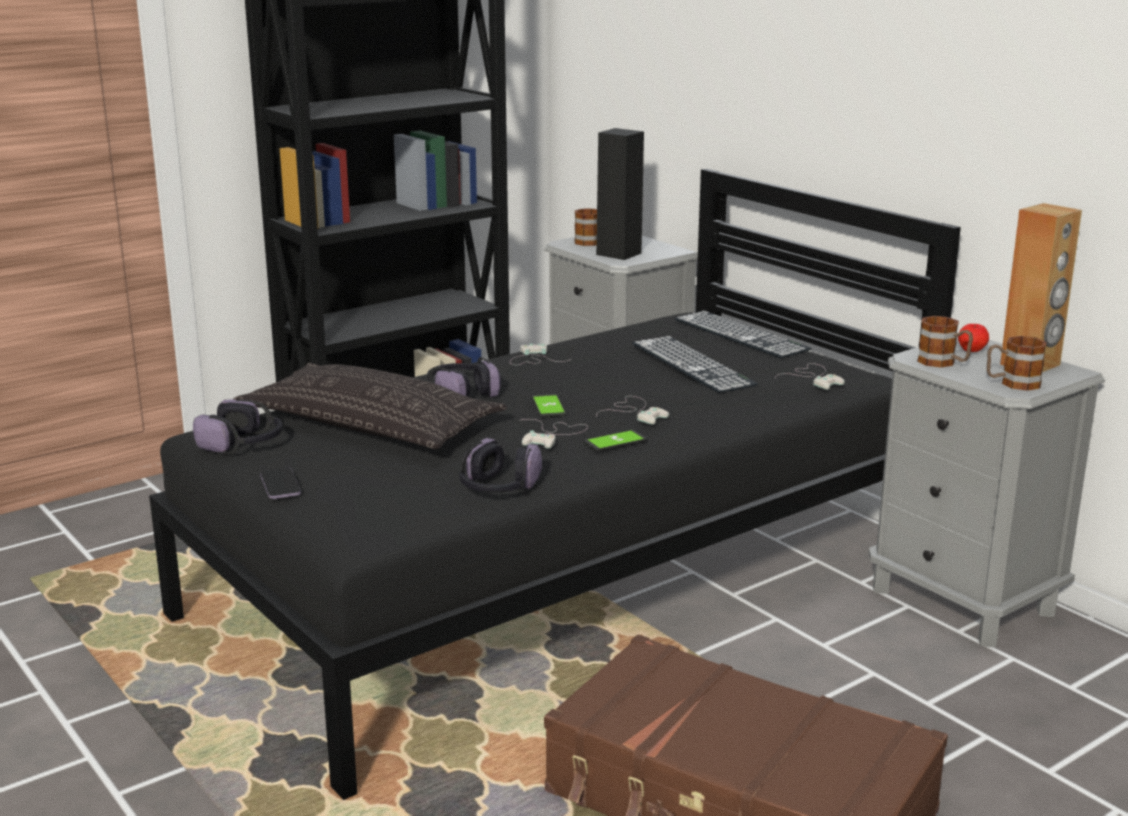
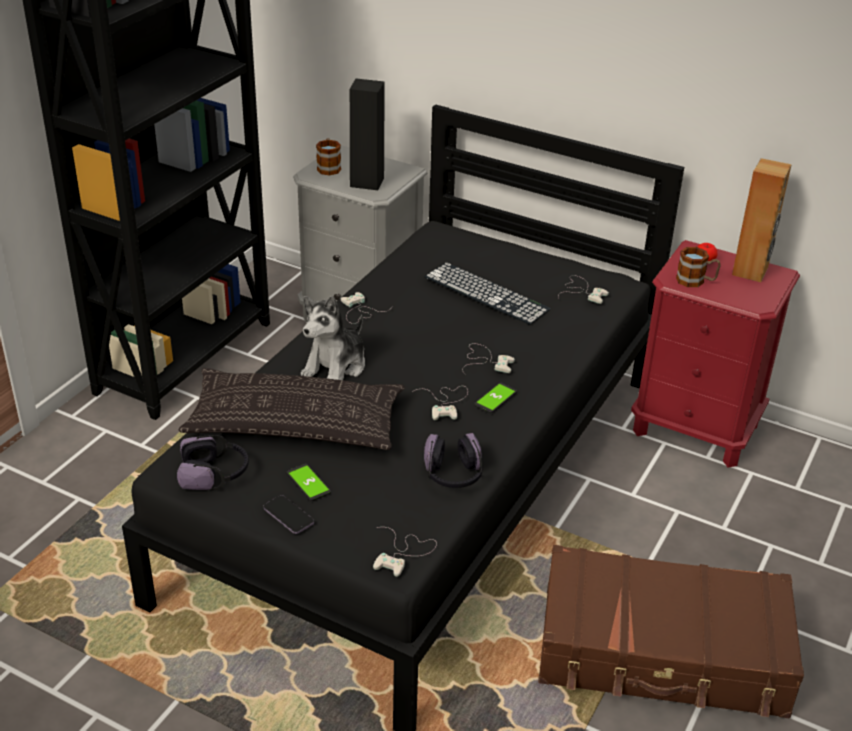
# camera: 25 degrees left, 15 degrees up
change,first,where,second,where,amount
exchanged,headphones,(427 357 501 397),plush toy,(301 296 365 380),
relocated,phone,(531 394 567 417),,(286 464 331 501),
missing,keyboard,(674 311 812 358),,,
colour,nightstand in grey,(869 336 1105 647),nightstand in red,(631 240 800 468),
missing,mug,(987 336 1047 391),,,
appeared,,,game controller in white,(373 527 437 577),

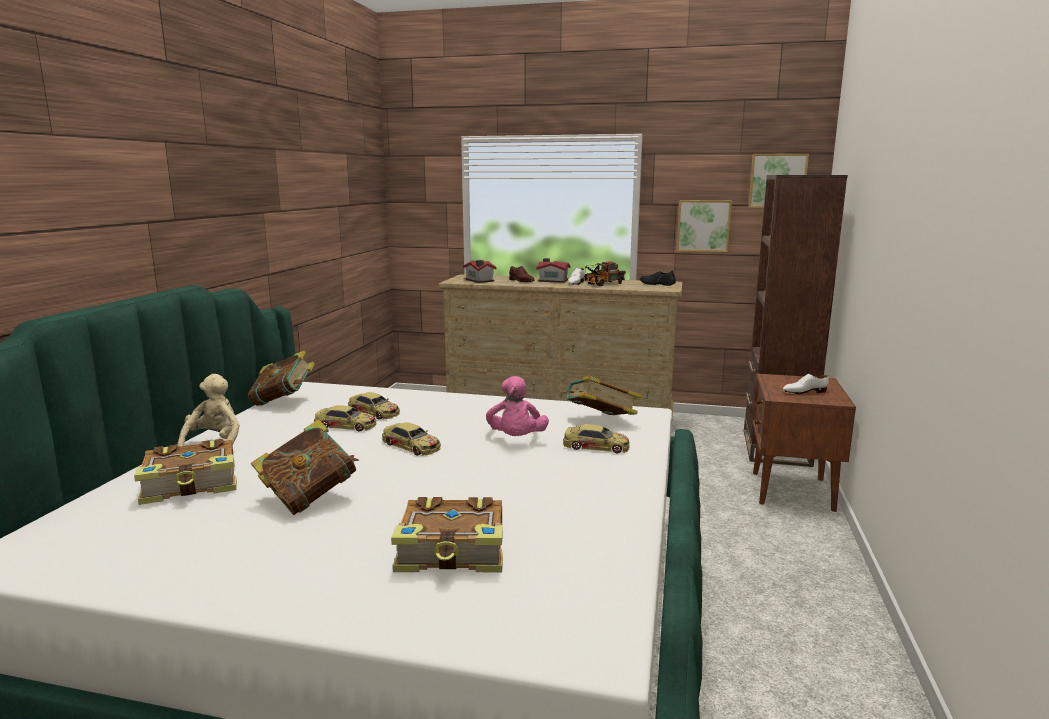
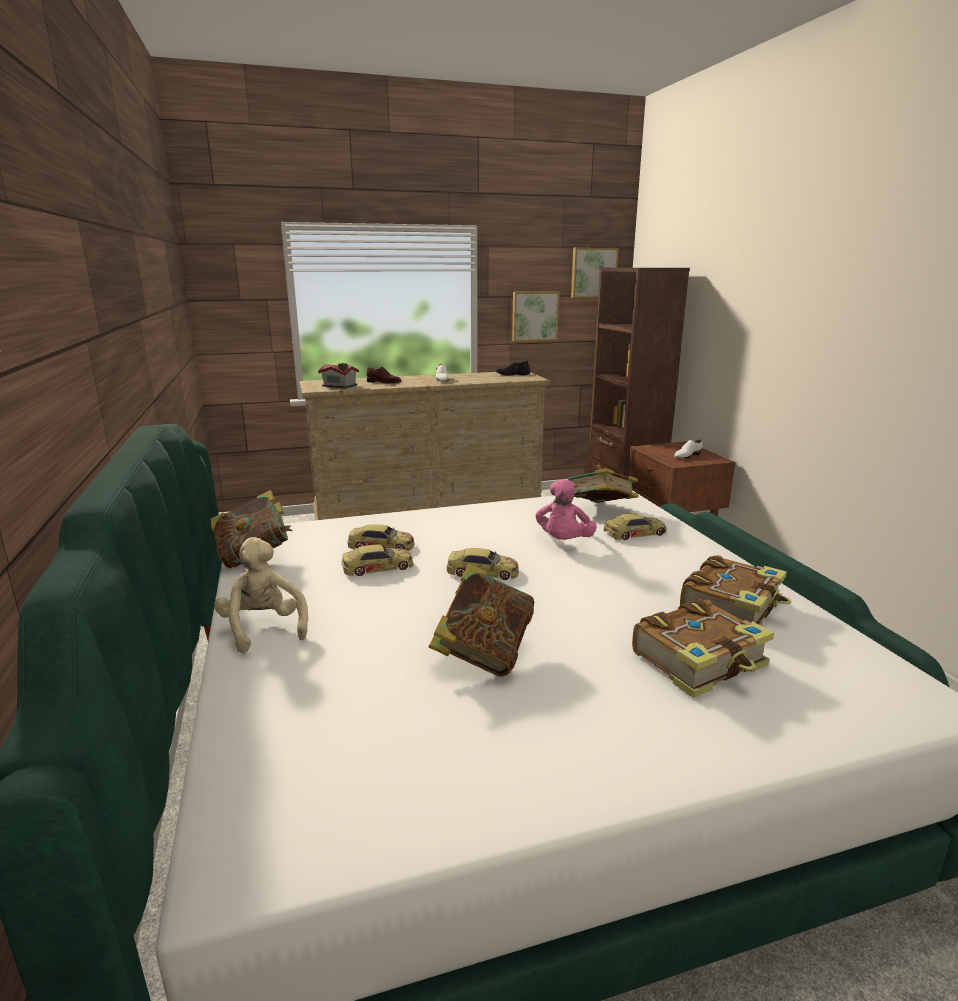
# camera: 30 degrees left, 5 degrees up
change,first,where,second,where,amount
relocated,book,(134 439 237 505),,(680 555 791 626),
spun,plush toy in pink,(486 376 549 436),,(535 479 597 540),45 degrees clockwise
missing,toy house,(536 258 570 283),,,
missing,toy truck,(585 261 626 286),,,

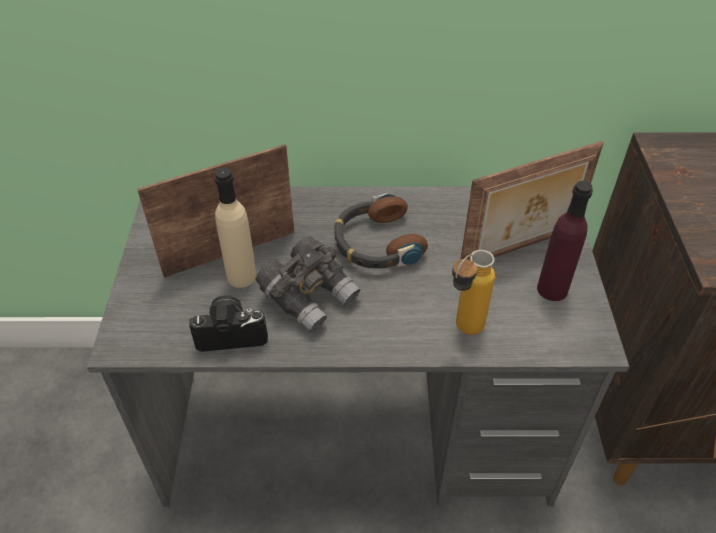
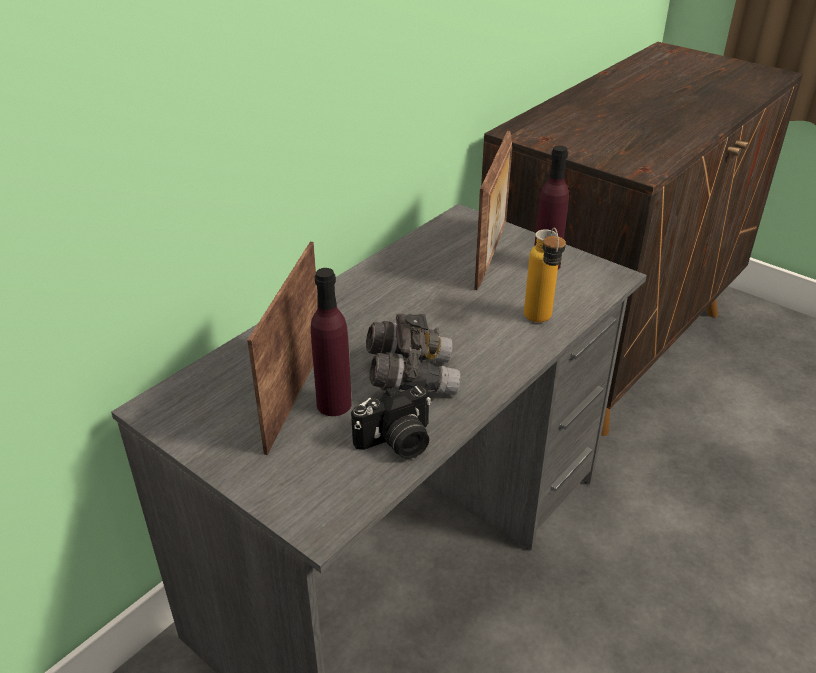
# camera: 50 degrees left, 10 degrees down
change,first,where,second,where,amount
spun,photo camera,(189 295 268 352),,(351 386 431 459),150 degrees counterclockwise
colour,bottle in beige,(214 168 257 288),bottle in purple,(311 268 352 416),
missing,headphones,(334 193 428 269),,,

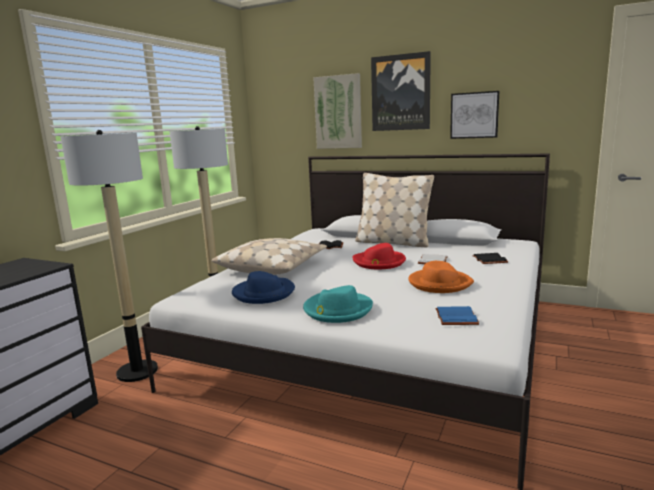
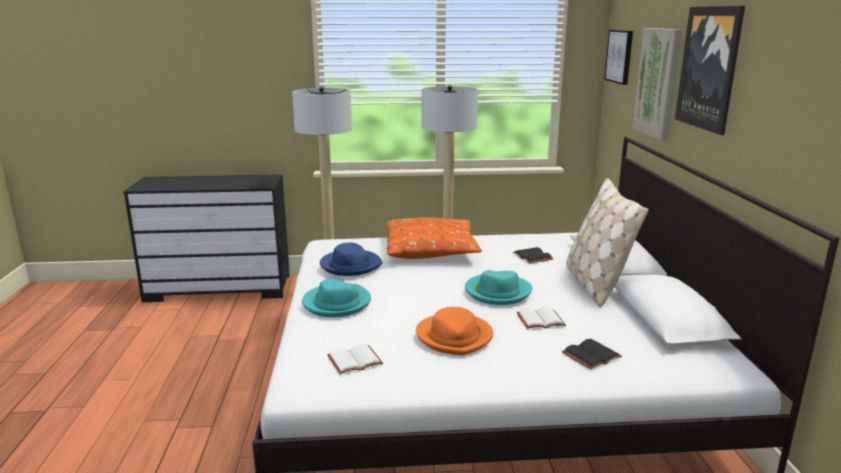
# camera: 60 degrees right, 5 degrees up
change,first,where,second,where,amount
colour,pillow in beige,(211 238 327 275),pillow in orange,(386 217 482 259),
colour,hat in red,(352 243 406 269),hat in turquoise,(465 270 532 305),
colour,book in blue,(435 306 479 325),book in white,(327 344 383 374),
relocated,picture,(450 91 499 139),,(604 30 633 85),

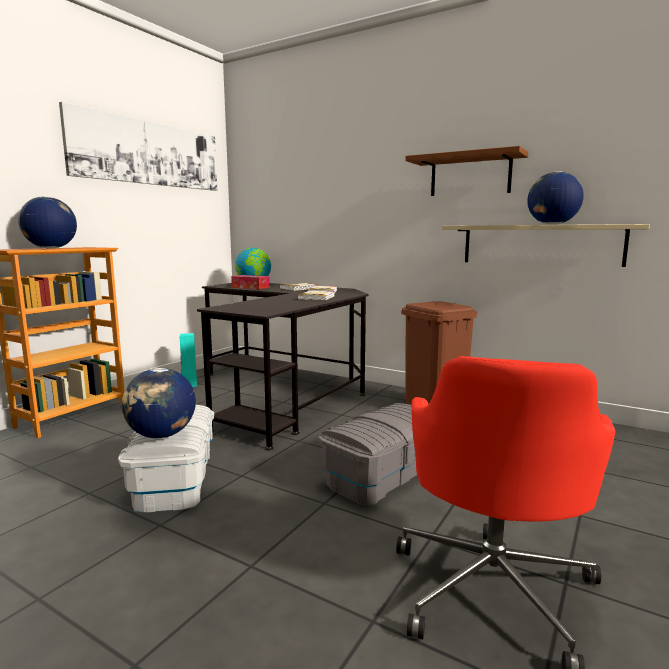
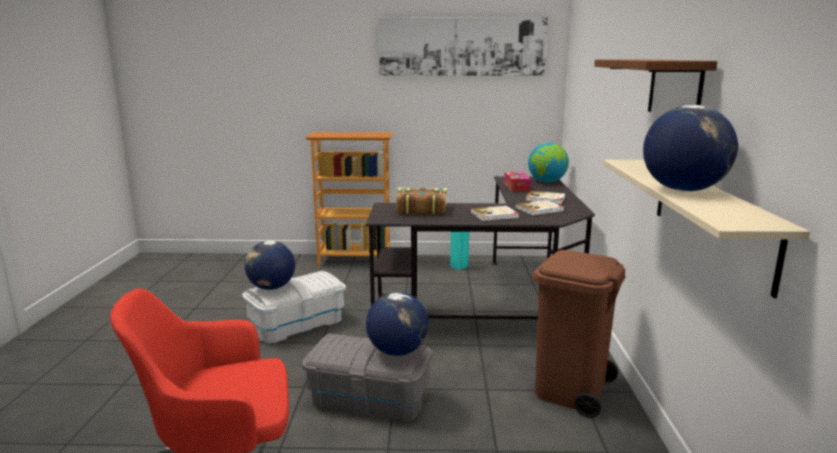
# camera: 60 degrees right, 5 degrees up
change,first,where,second,where,amount
relocated,globe,(18 196 77 249),,(366 292 429 356),
appeared,,,book,(396 187 447 215),

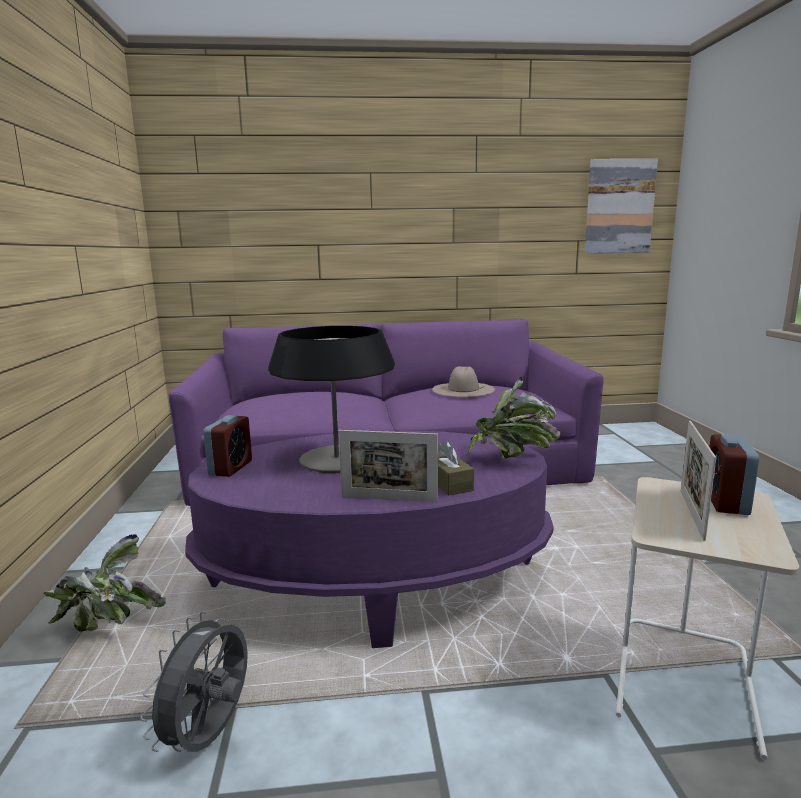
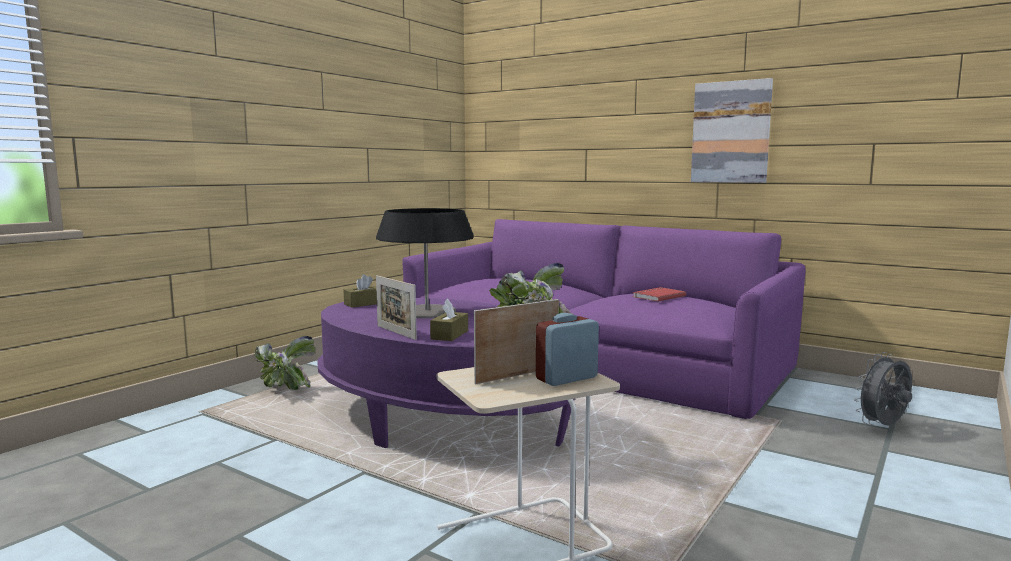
# camera: 40 degrees right, 5 degrees down
change,first,where,second,where,amount
relocated,fan in grey,(140 611 248 752),,(854 352 912 426),
exchanged,alarm clock,(203 415 252 477),tissue box in brown,(344 274 377 308),
exchanged,hat in beige,(433 366 495 397),book in red,(633 287 686 302),
relocated,picture,(585 159 658 254),,(691 78 773 183),

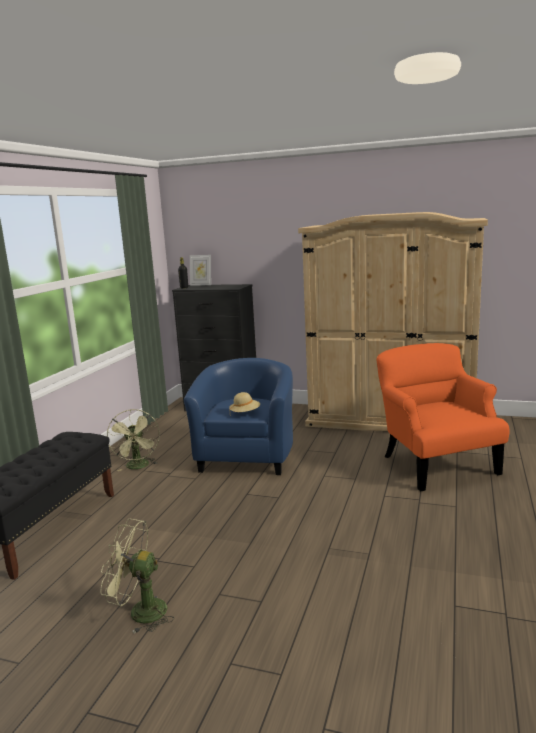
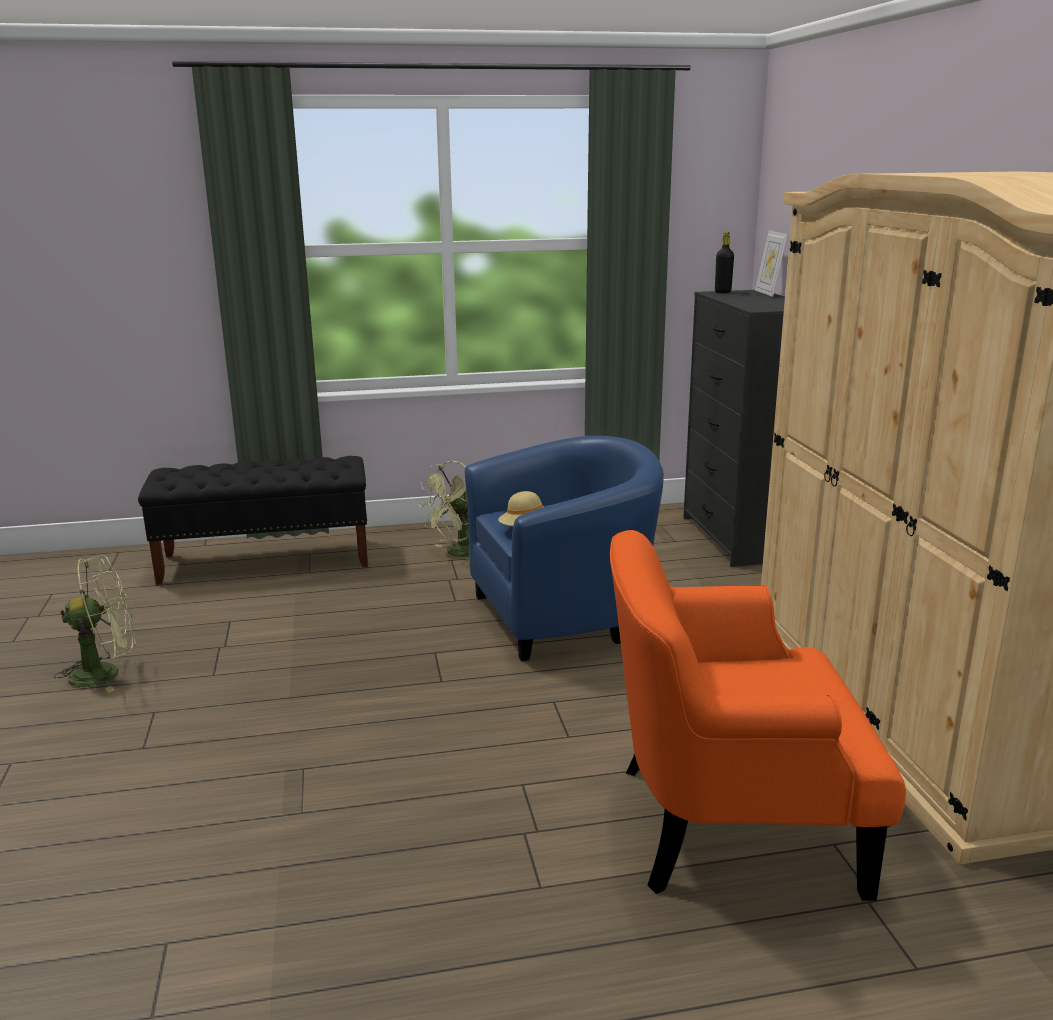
# camera: 60 degrees right, 5 degrees up
change,first,where,second,where,amount
spun,fan in green,(100 519 174 634),,(54 555 136 692),90 degrees clockwise
spun,armchair in orange,(376 343 509 491),,(610 530 906 901),135 degrees counterclockwise

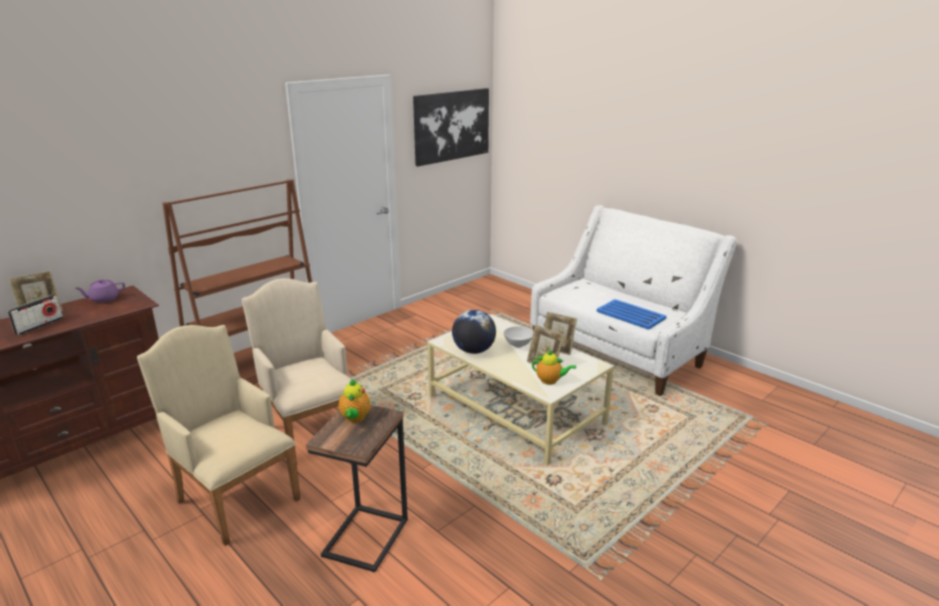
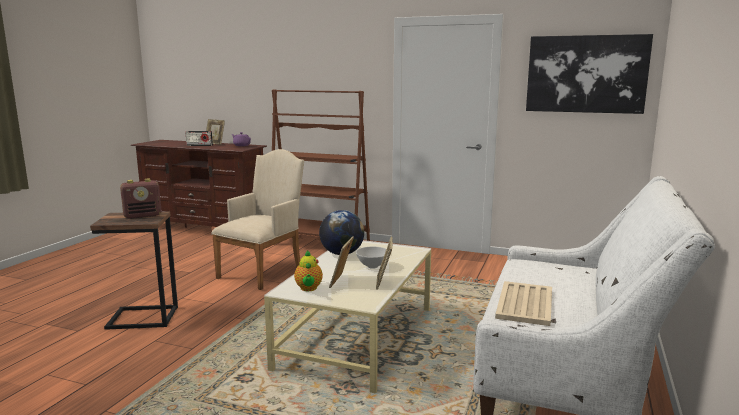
# camera: 65 degrees right, 10 degrees down
change,first,where,second,where,amount
missing,armchair in beige,(137 325 301 546),,,
exchanged,teapot,(339 379 370 423),radio,(120 178 162 219),
colour,tray in blue,(597 299 666 330),tray in beige,(495 281 552 326),

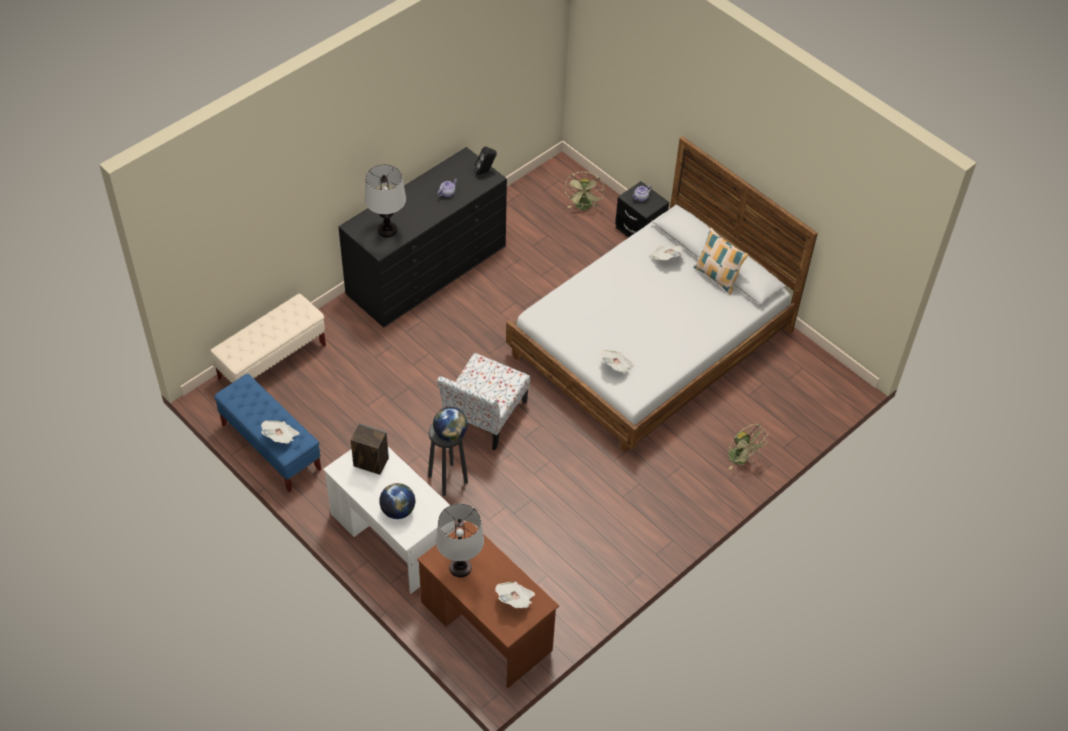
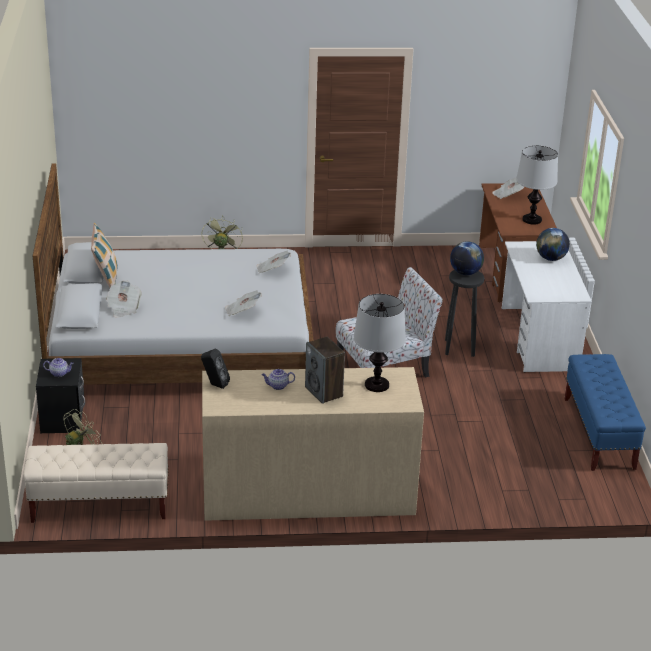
# camera: 140 degrees left, 20 degrees down
change,first,where,second,where,amount
relocated,bench in beige,(210 294 326 383),,(23 443 169 523),
relocated,newspaper,(261 421 300 444),,(225 290 262 316),
colour,dresser in black,(338 147 507 328),dresser in beige,(202 367 424 521),
relocated,speaker,(351 423 389 475),,(305 337 345 404),

